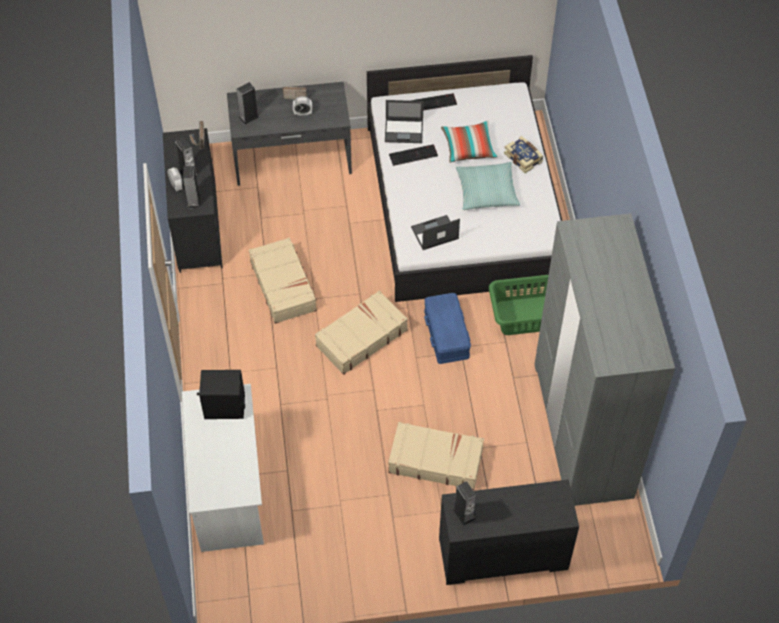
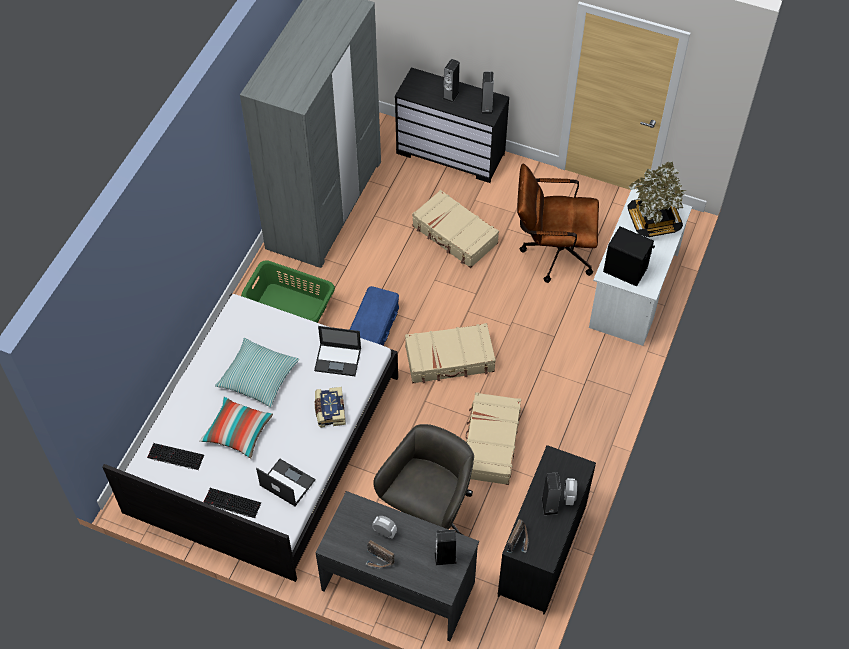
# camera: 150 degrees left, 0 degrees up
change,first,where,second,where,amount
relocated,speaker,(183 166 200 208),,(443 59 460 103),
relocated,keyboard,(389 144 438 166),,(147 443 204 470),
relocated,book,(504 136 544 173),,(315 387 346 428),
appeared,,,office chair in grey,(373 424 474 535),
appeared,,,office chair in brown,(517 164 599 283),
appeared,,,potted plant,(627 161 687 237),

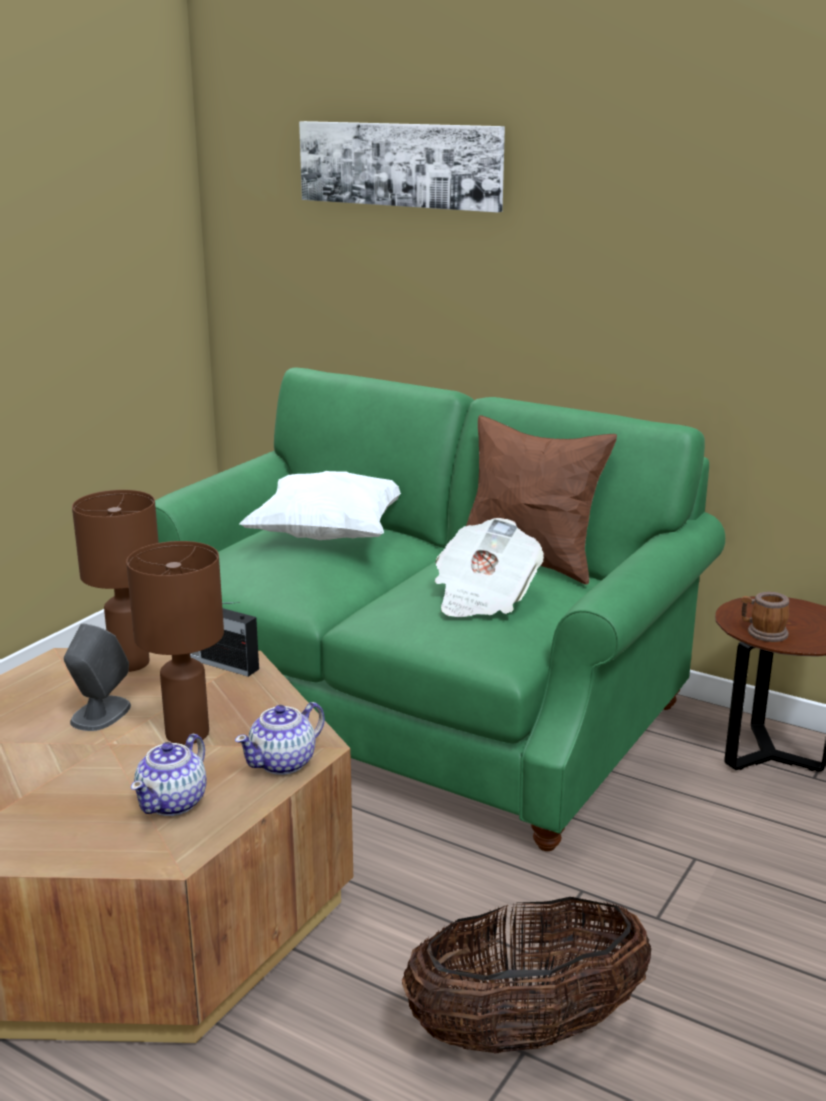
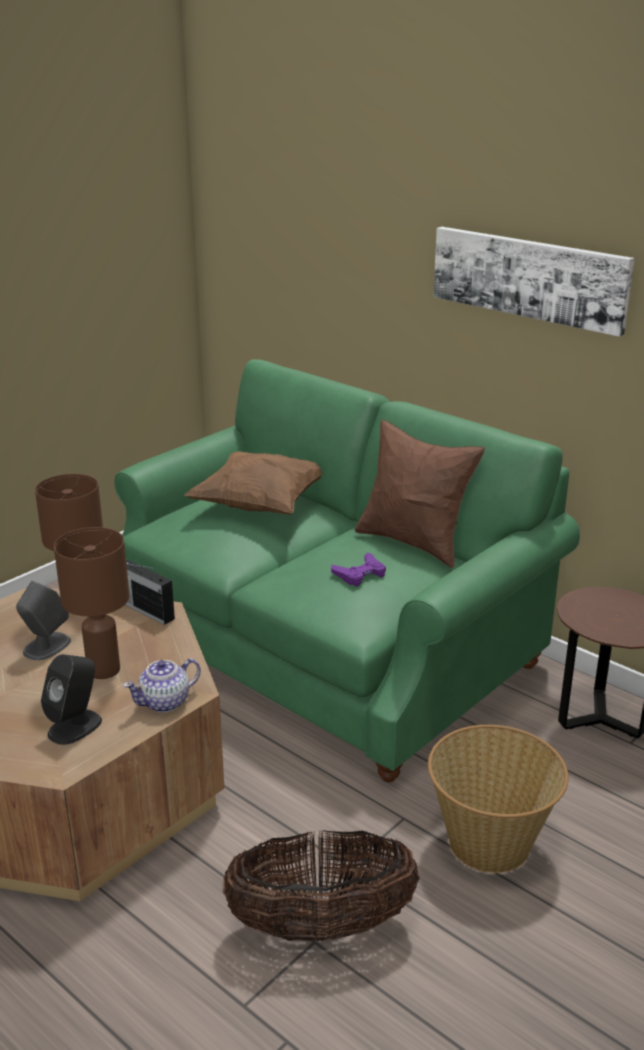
# camera: 10 degrees right, 5 degrees up
change,first,where,second,where,amount
exchanged,teapot,(131 734 207 816),speaker in black,(41 654 102 745),
colour,pillow in white,(239 471 401 540),pillow in brown,(185 451 323 515),
relocated,picture,(299 121 505 213),,(433 227 635 337),
exchanged,newspaper,(435 518 544 617),game controller in purple,(331 553 386 586),
missing,mug,(741 592 789 642),,,
appeared,,,basket,(428 725 569 873),

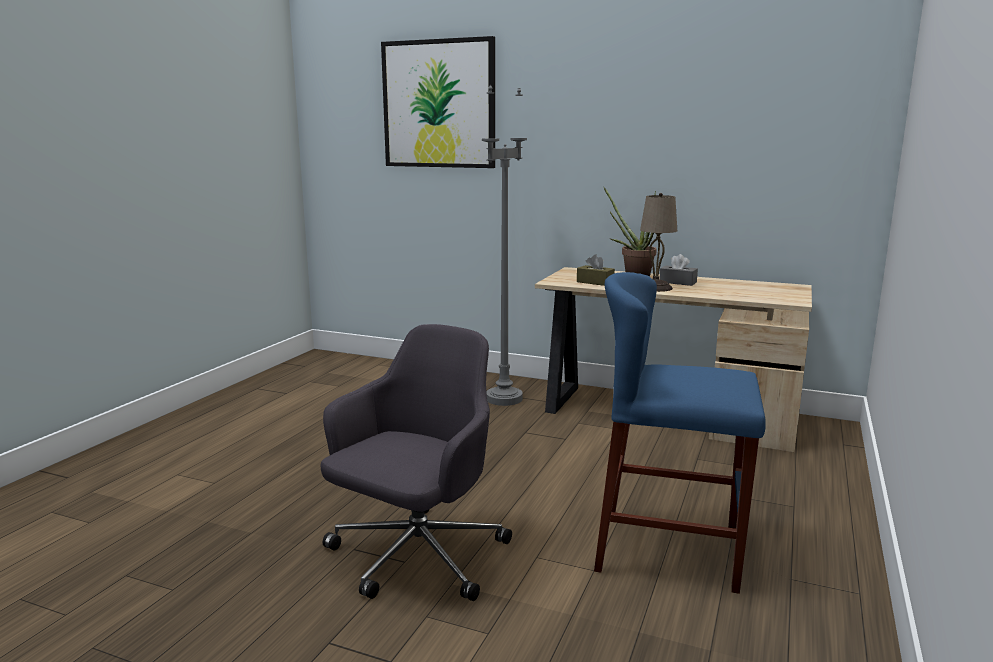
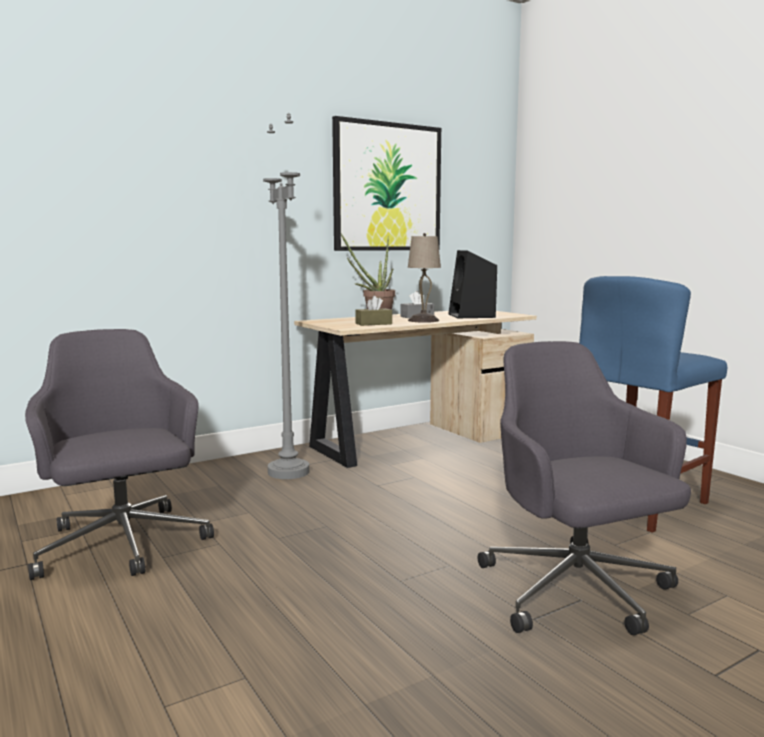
# camera: 55 degrees left, 5 degrees down
change,first,where,second,where,amount
relocated,picture,(381 36 495 168),,(332 116 441 251),
appeared,,,office chair in grey,(25 329 214 580),
appeared,,,speaker in black,(448 250 497 318),

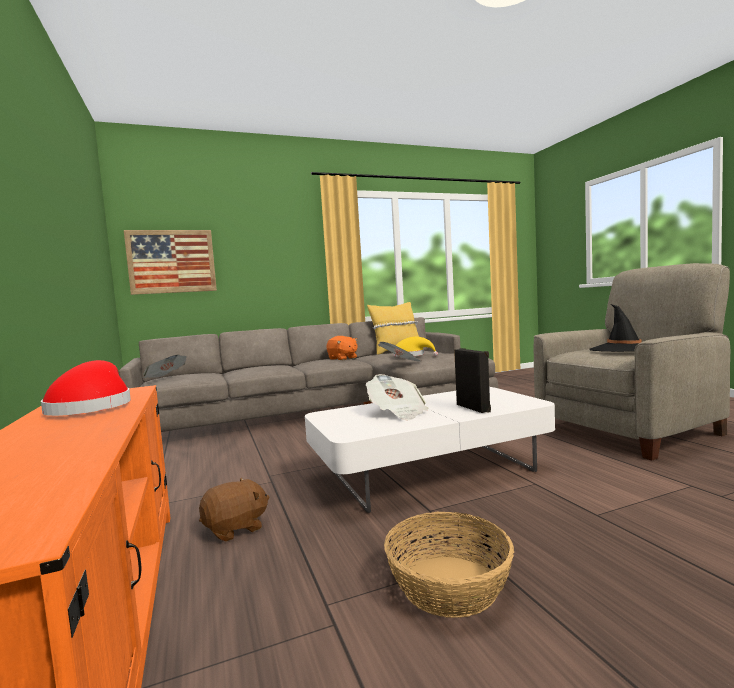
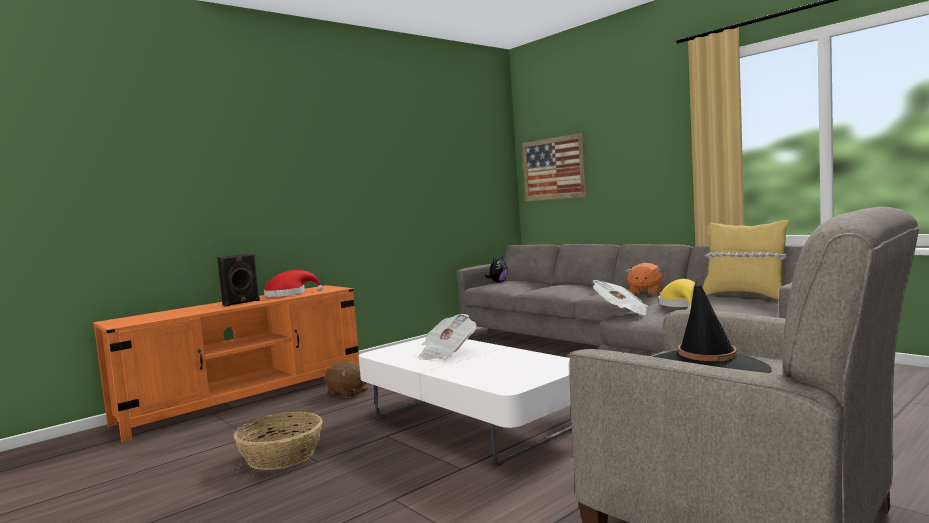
# camera: 70 degrees right, 0 degrees up
change,first,where,second,where,amount
exchanged,newspaper,(143 355 186 378),plush toy,(485 256 508 283),
relocated,speaker in black,(454 348 491 413),,(217 253 260 306),

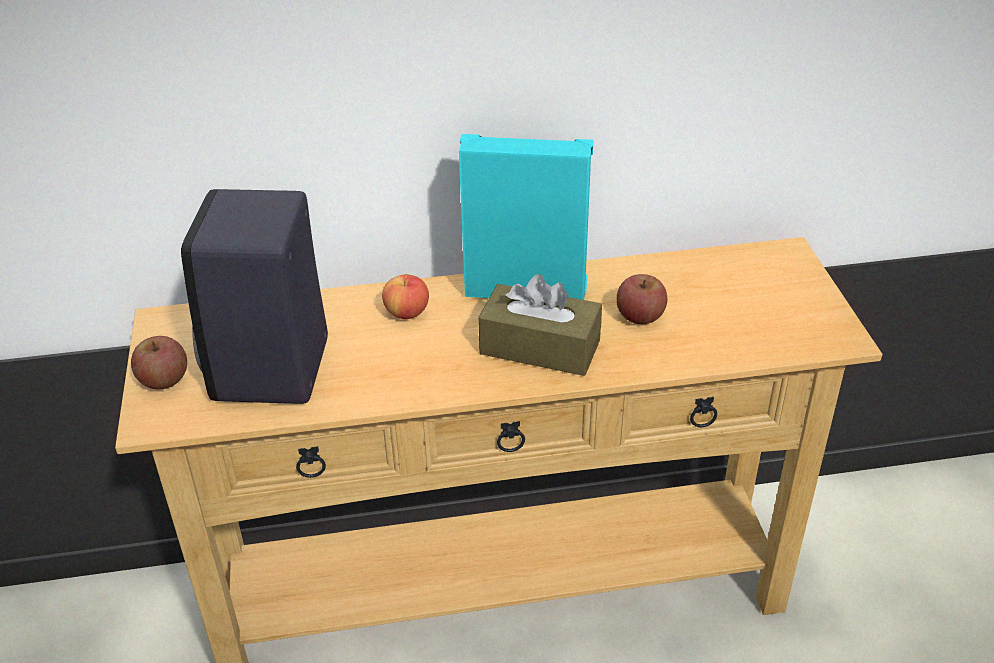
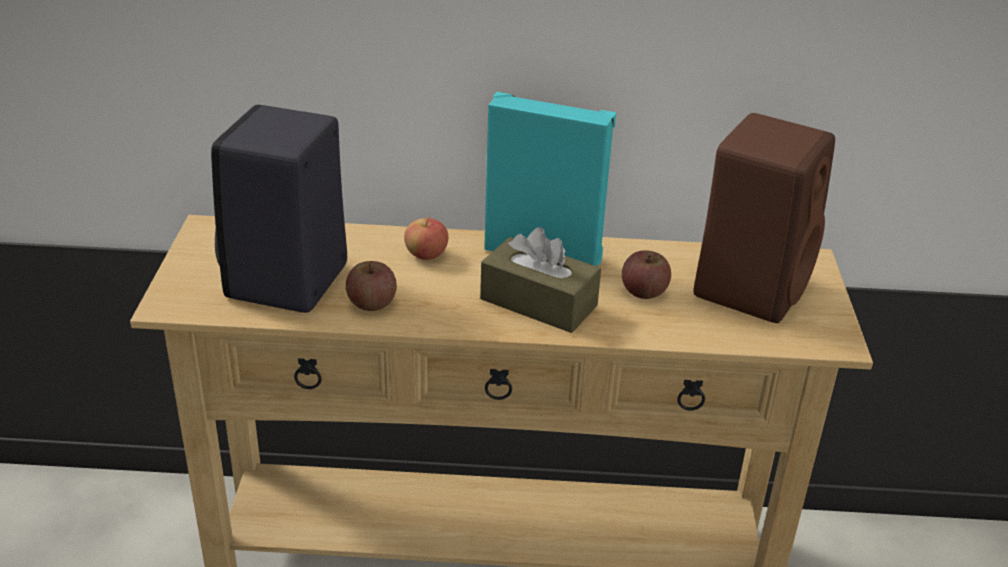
# camera: 10 degrees right, 5 degrees down
change,first,where,second,where,amount
relocated,apple,(131 336 187 389),,(346 261 397 311),
appeared,,,speaker in brown,(693 113 835 323),

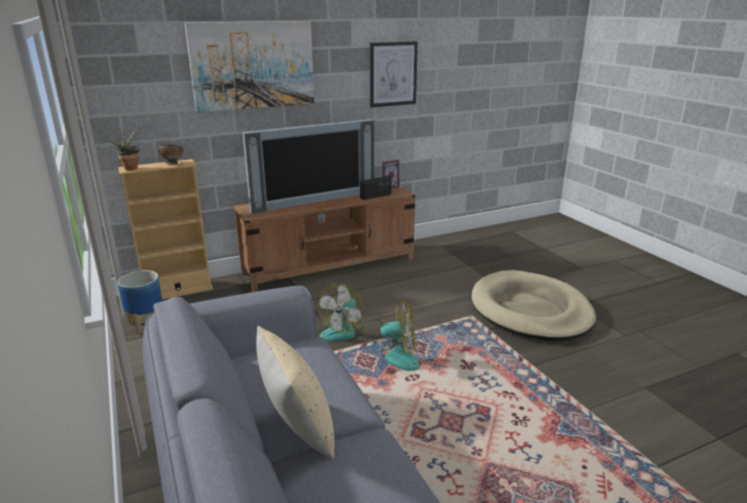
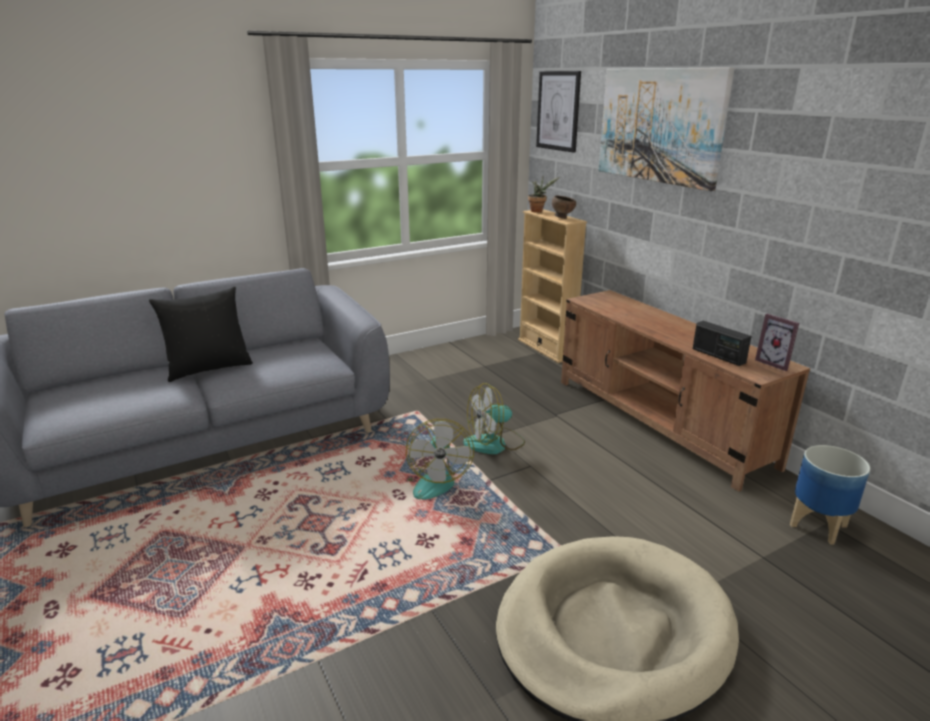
# camera: 85 degrees right, 0 degrees up
change,first,where,second,where,amount
relocated,planter,(118 270 162 334),,(790 445 870 545),
missing,television,(242 119 374 214),,,
colour,pillow in beige,(256 326 334 459),pillow in black,(149 287 253 382),
spun,fan,(319 284 363 341),,(463 383 525 454),45 degrees counterclockwise
relocated,picture,(370 41 418 107),,(536 71 581 153),

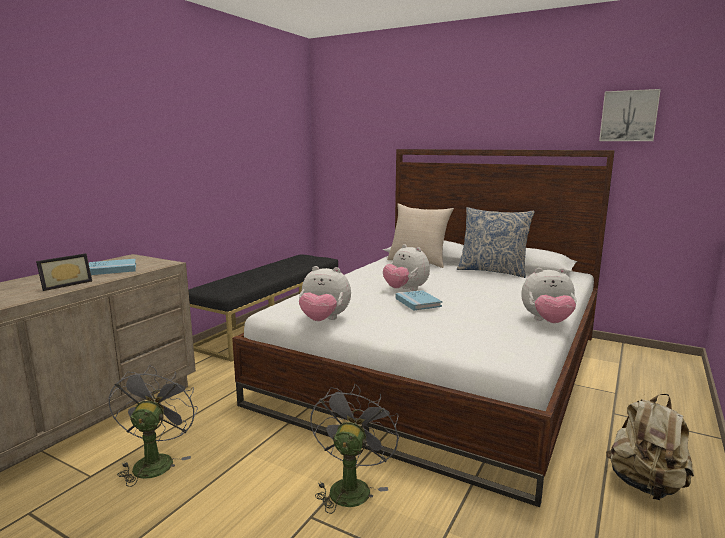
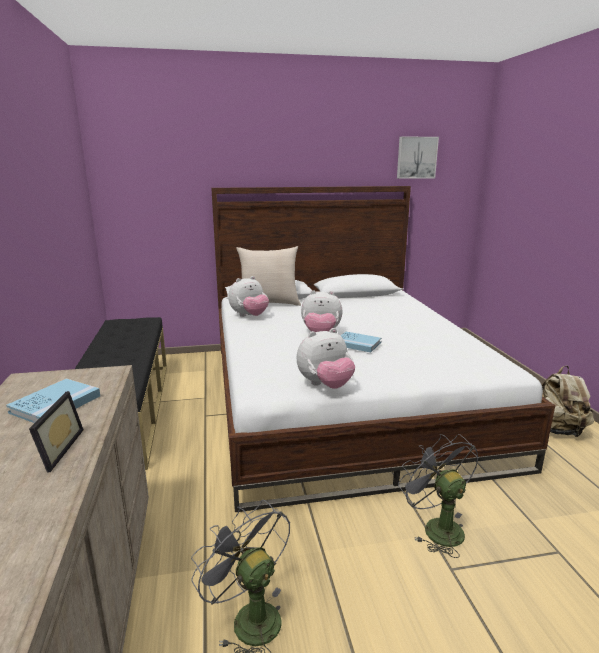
# camera: 40 degrees left, 5 degrees up
change,first,where,second,where,amount
missing,pillow,(457 207 535 278),,,
relocated,plush toy,(521 268 577 323),,(228 276 269 317),

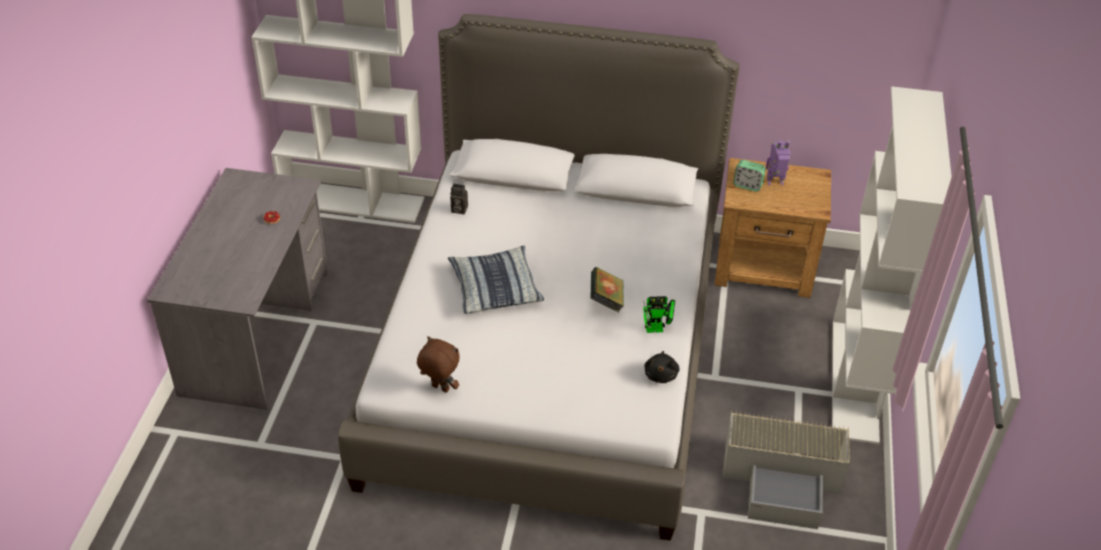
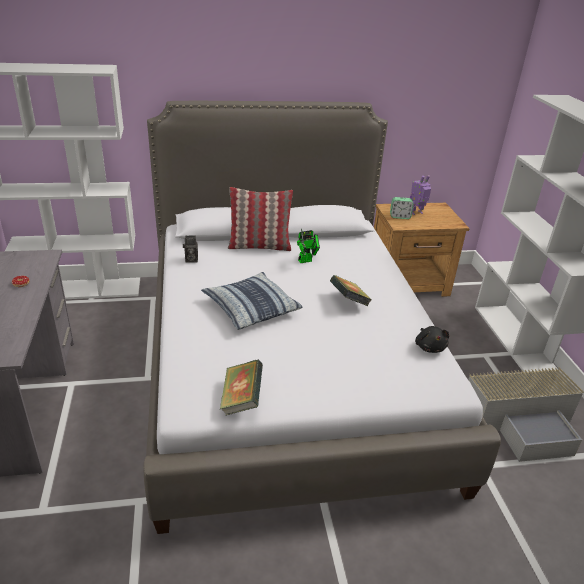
# camera: 20 degrees left, 10 degrees down
change,first,where,second,where,amount
exchanged,plush toy in brown,(417 336 460 393),book,(220 360 263 415),
relocated,toy robot,(643 296 675 333),,(297 229 320 263),
appeared,,,pillow,(228 187 293 251),

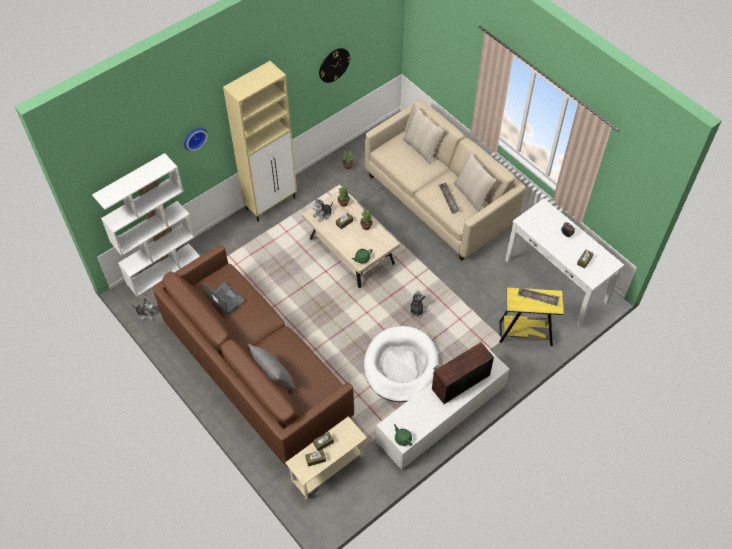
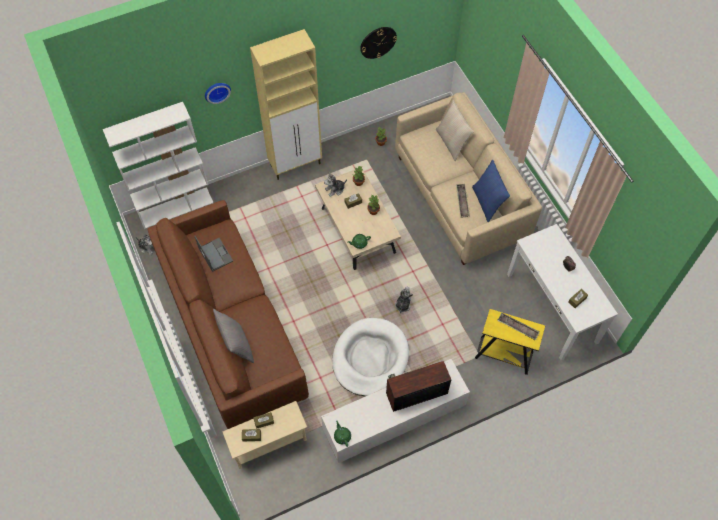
# camera: 15 degrees right, 5 degrees up
change,first,where,second,where,amount
colour,pillow in beige,(453 152 496 212),pillow in blue,(472 160 510 222),

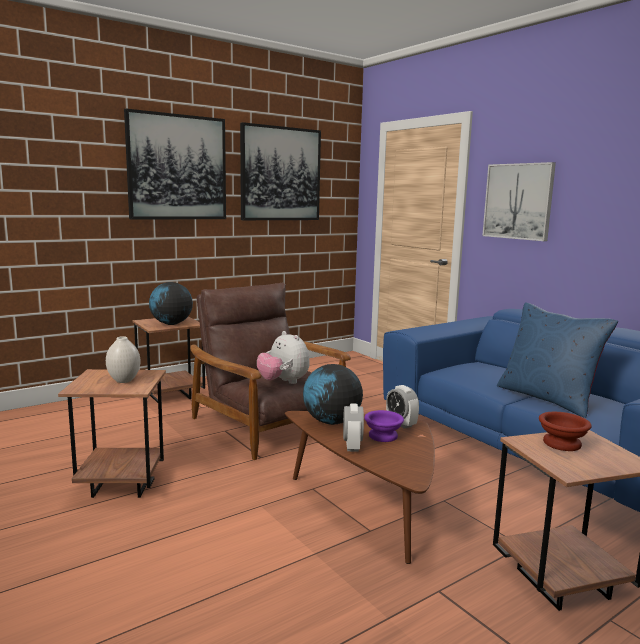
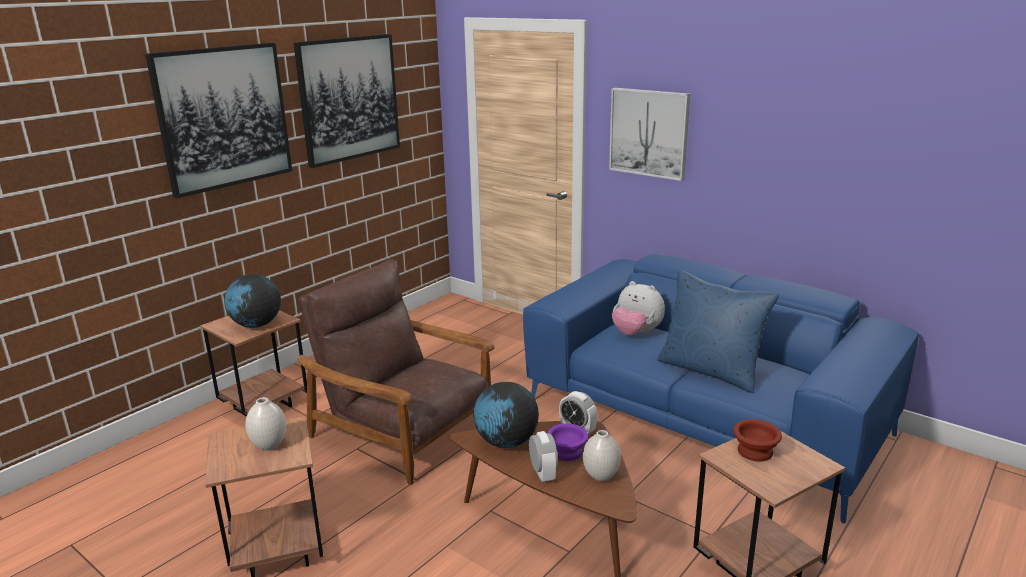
# camera: 15 degrees left, 10 degrees up
change,first,where,second,where,amount
relocated,plush toy,(257 331 310 384),,(612 281 665 335),
appeared,,,vase in white,(583 430 621 481),

